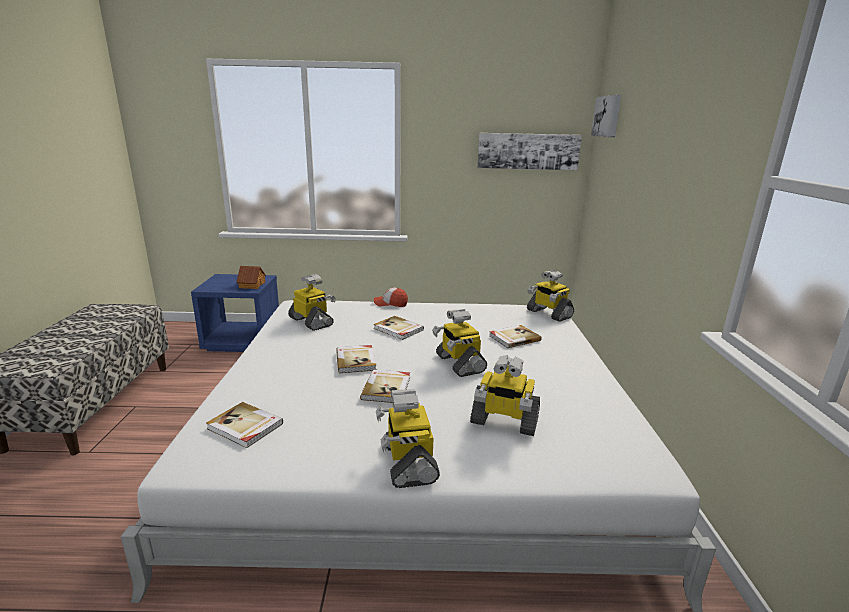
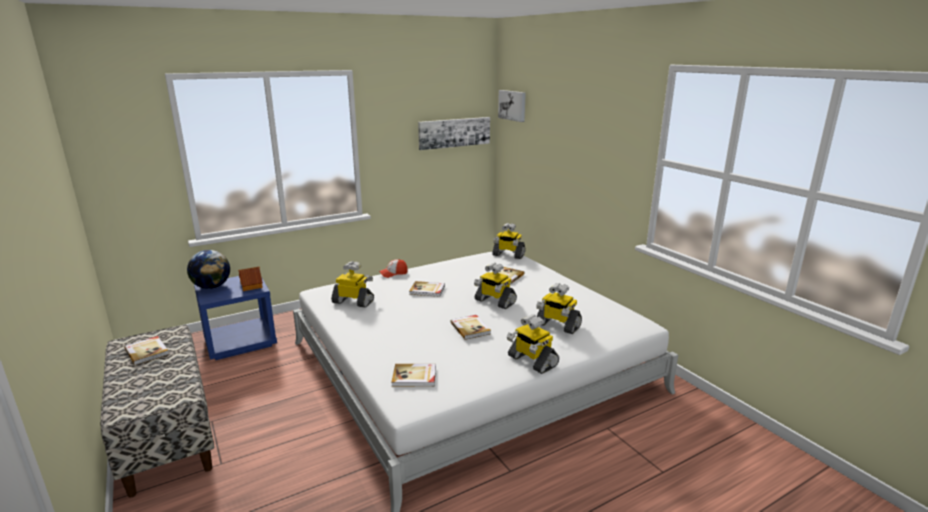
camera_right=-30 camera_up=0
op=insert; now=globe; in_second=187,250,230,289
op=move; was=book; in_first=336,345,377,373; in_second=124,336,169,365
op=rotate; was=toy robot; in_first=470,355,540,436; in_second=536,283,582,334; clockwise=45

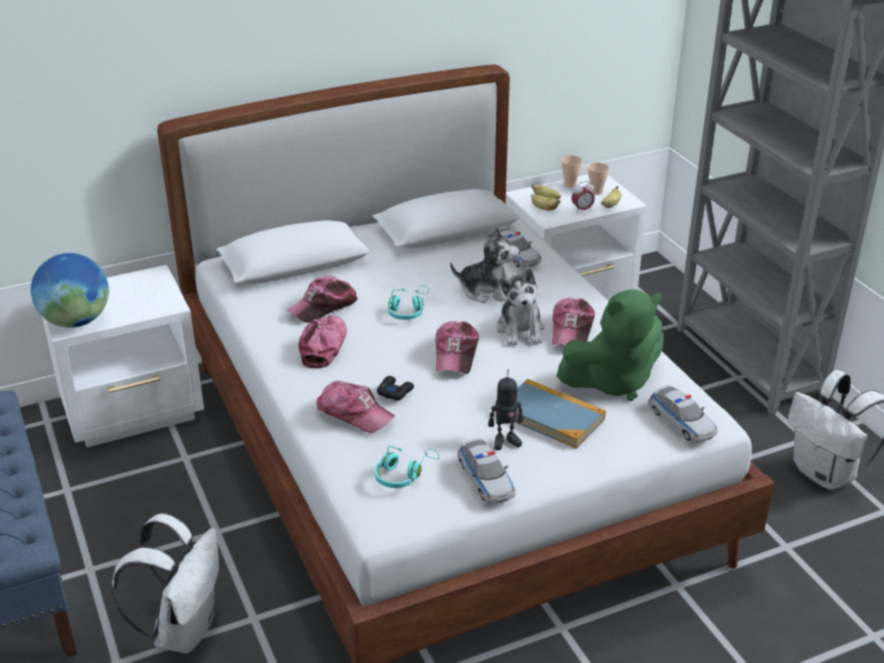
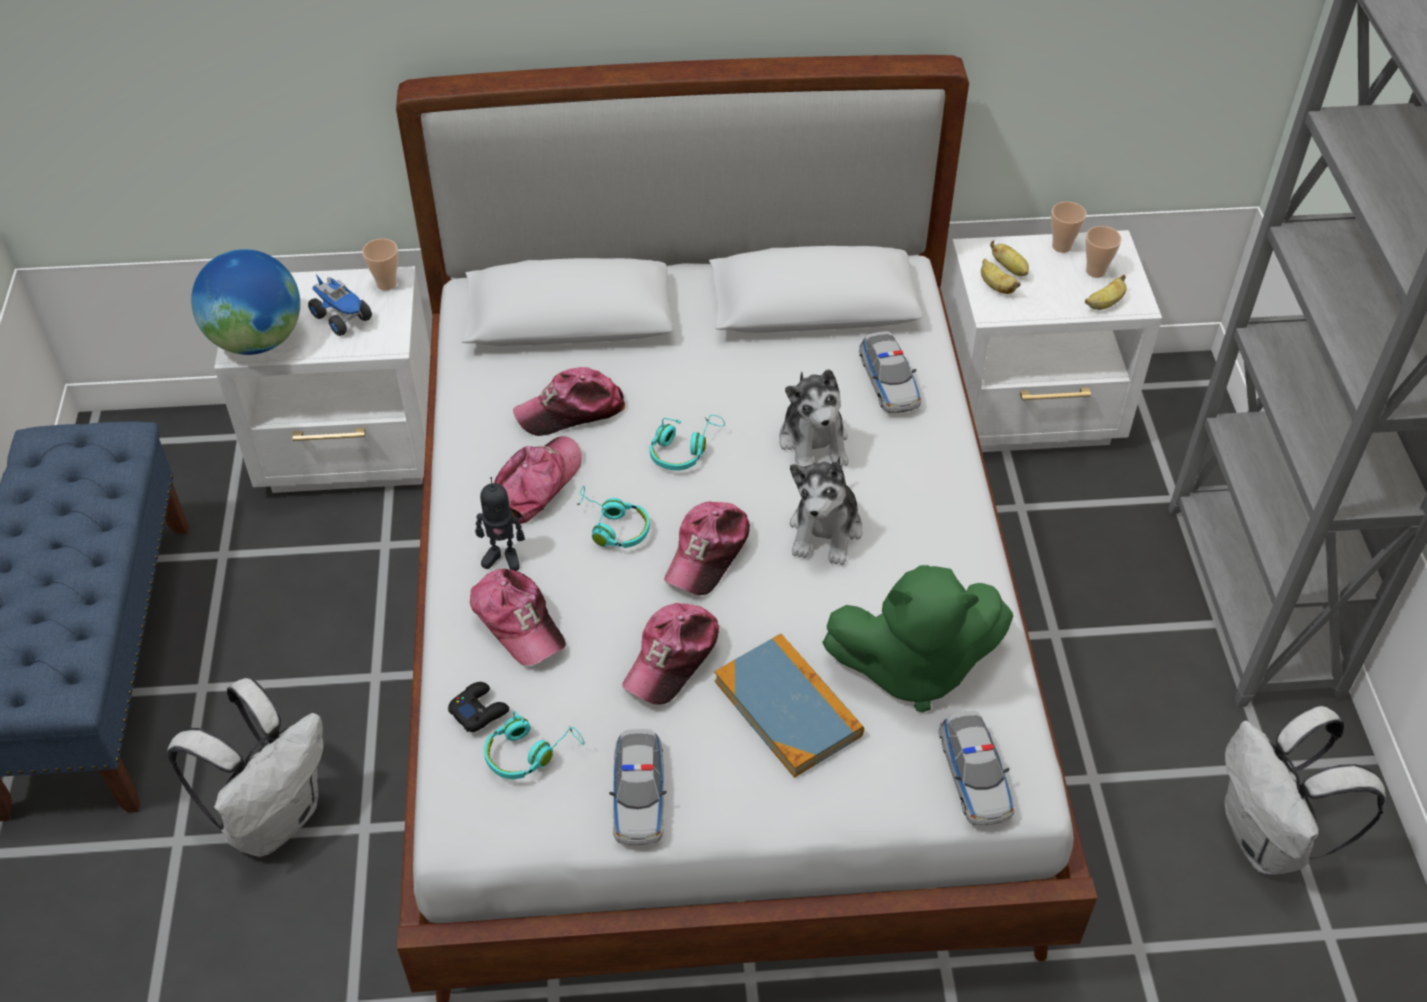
camera_right=20 camera_up=15
op=delete; was=alarm clock; in_first=571,181,595,213
op=insert; now=toy truck; in_second=308,274,372,336
op=insert; now=cup; in_second=362,239,398,291
op=insert; now=turquoise headphones; in_second=577,486,650,548
op=move; was=black game controller; in_first=377,376,414,400; in_second=448,682,509,732
op=move; was=toy robot; in_first=488,370,524,450; in_second=475,477,525,571
op=move; was=cap; in_first=552,298,595,345; in_second=622,603,719,705
op=rotate; was=plush toy; in_first=450,227,520,303; in_second=779,369,848,467; clockwise=45

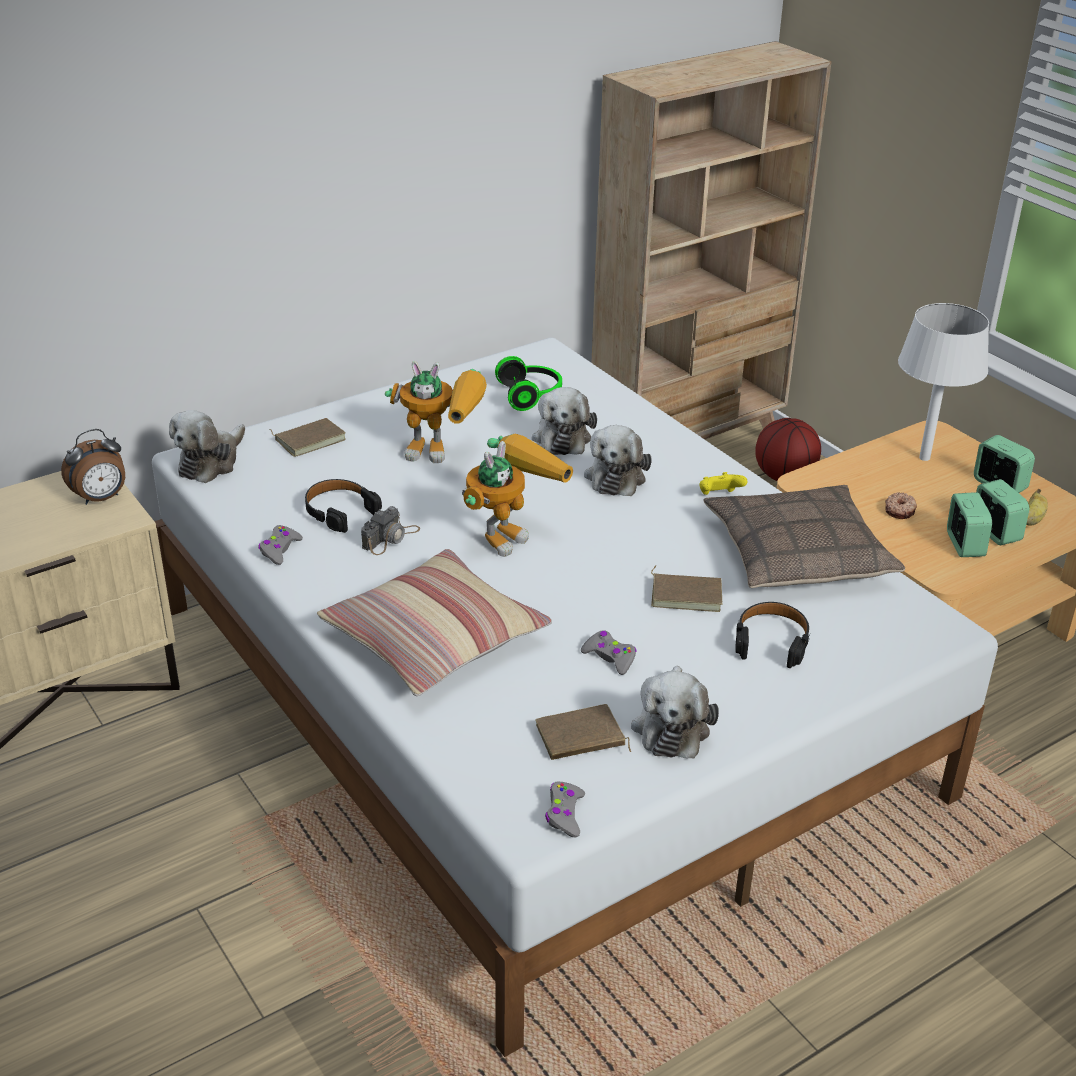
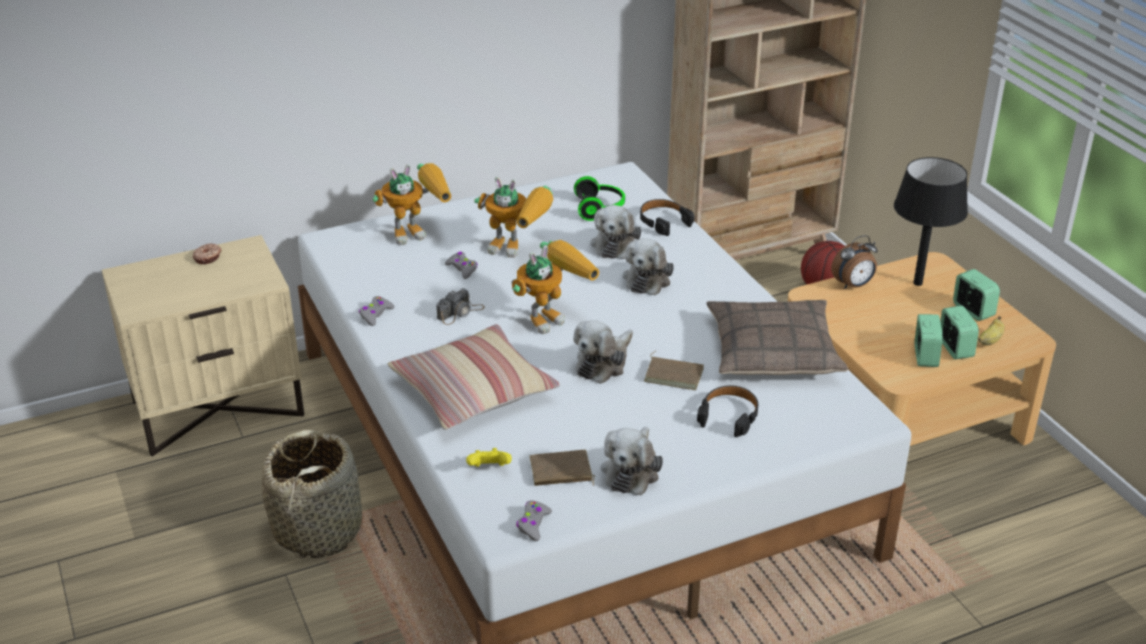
camera_right=10 camera_up=0
op=insert; now=basket; in_second=262,430,362,559
op=move; was=alarm clock; in_first=61,429,125,505; in_second=831,235,878,289
op=move; was=plush toy; in_first=169,410,245,483; in_second=573,320,633,384
op=move; was=black headphones; in_first=305,479,382,533; in_second=640,199,694,236
op=move; was=grey game controller; in_first=581,630,637,675; in_second=445,252,478,279
op=move; was=yellow game controller; in_first=699,472,747,495; in_second=466,448,512,467
op=move; was=donut; in_first=885,492,917,519; in_second=193,243,221,264
op=replace; was=brown book; now=toy robot; in_first=269,418,346,457; in_second=373,163,452,245
op=recolor; was=white table lamp; now=black table lamp; in_first=898,303,989,461; in_second=894,157,968,286

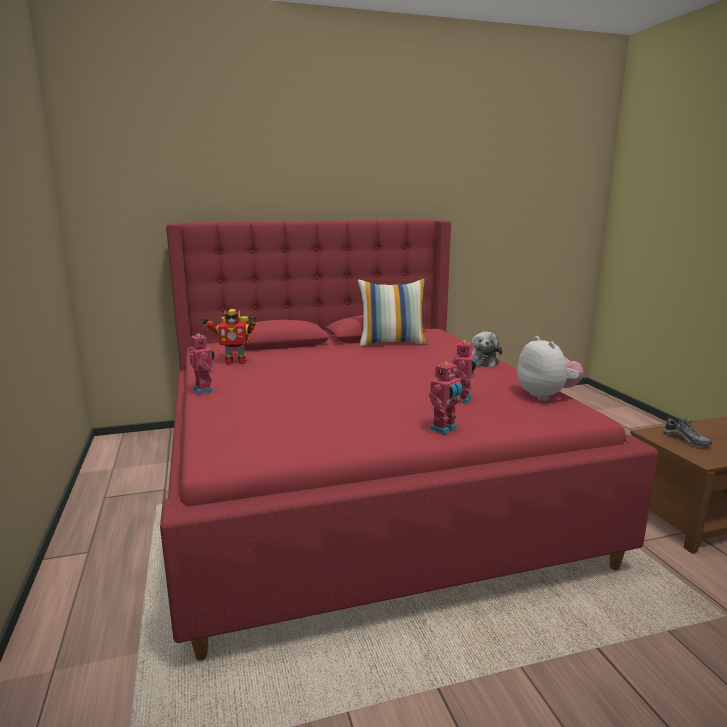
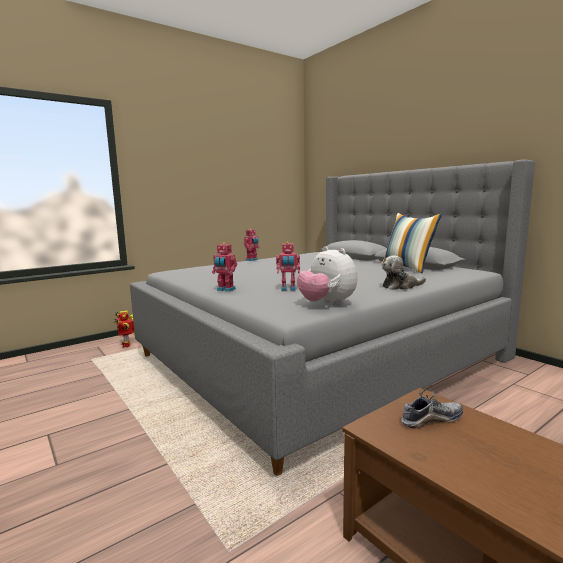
camera_right=70 camera_up=-5
op=move; was=toy robot; in_first=201,309,256,364; in_second=114,311,135,347
op=recolor; was=red bed; now=grey bed; in_first=160,220,658,660; in_second=130,160,535,476
op=rotate; was=plush toy; in_first=517,336,584,401; in_second=297,247,358,305; clockwise=90
op=rotate; was=shoe; in_first=664,417,712,447; in_second=401,389,463,428; clockwise=-150

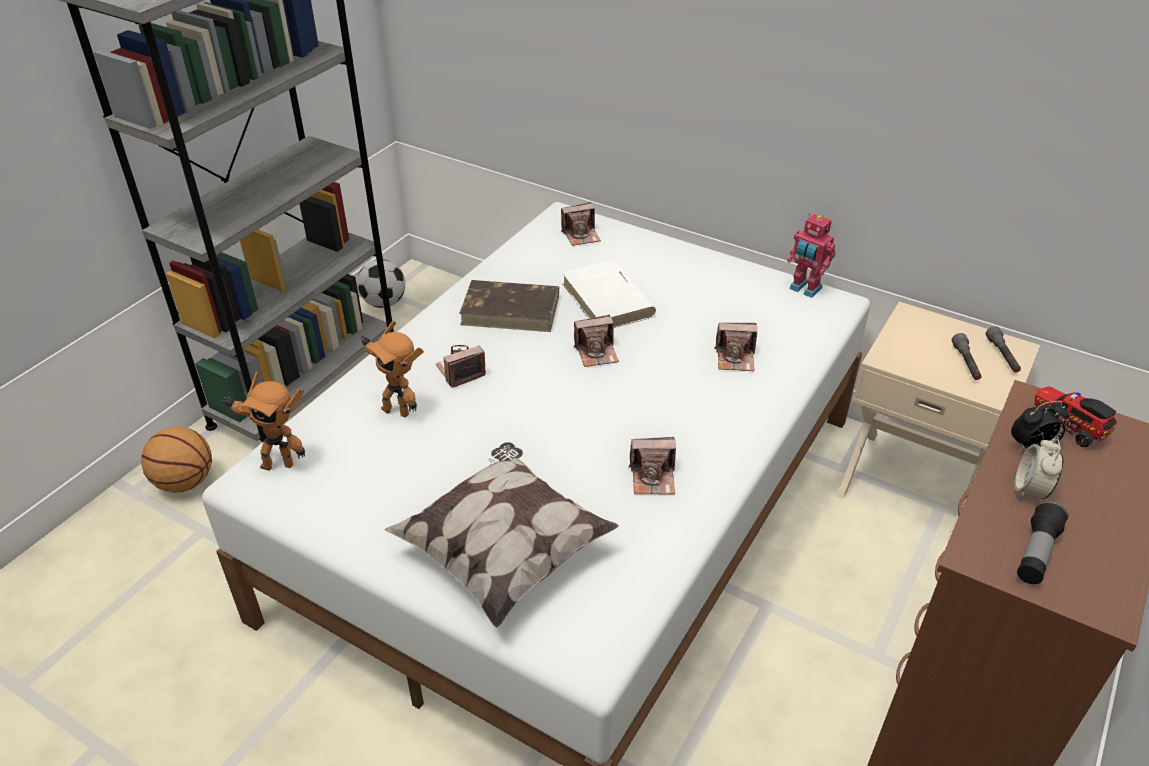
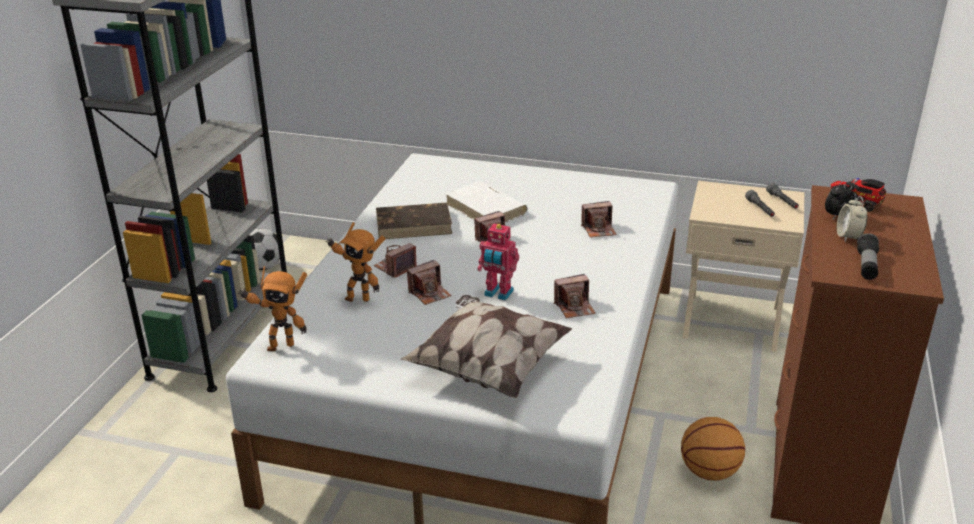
camera_right=-15 camera_up=-10
op=move; was=basketball; in_first=141,426,212,493; in_second=681,417,745,481
op=move; was=photo camera; in_first=561,202,601,246; in_second=407,260,452,305
op=move; was=toy robot; in_first=787,213,836,298; in_second=478,223,519,301

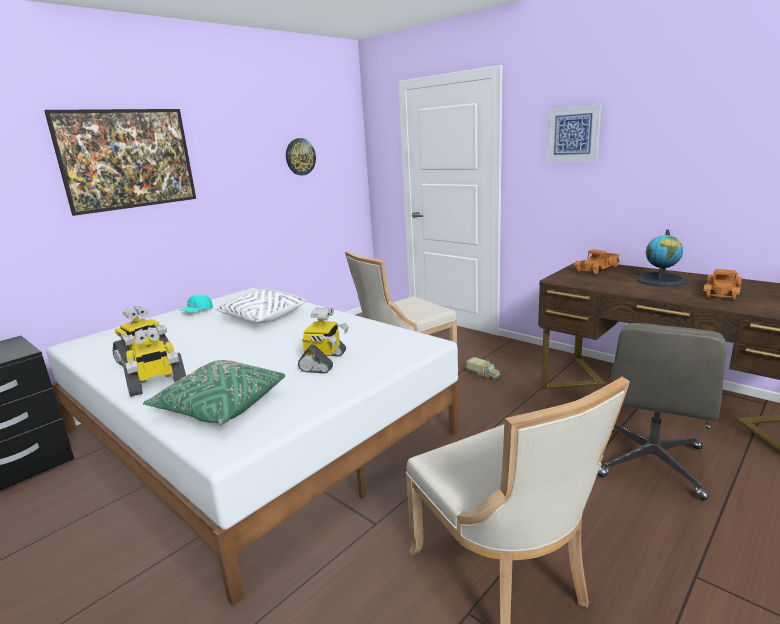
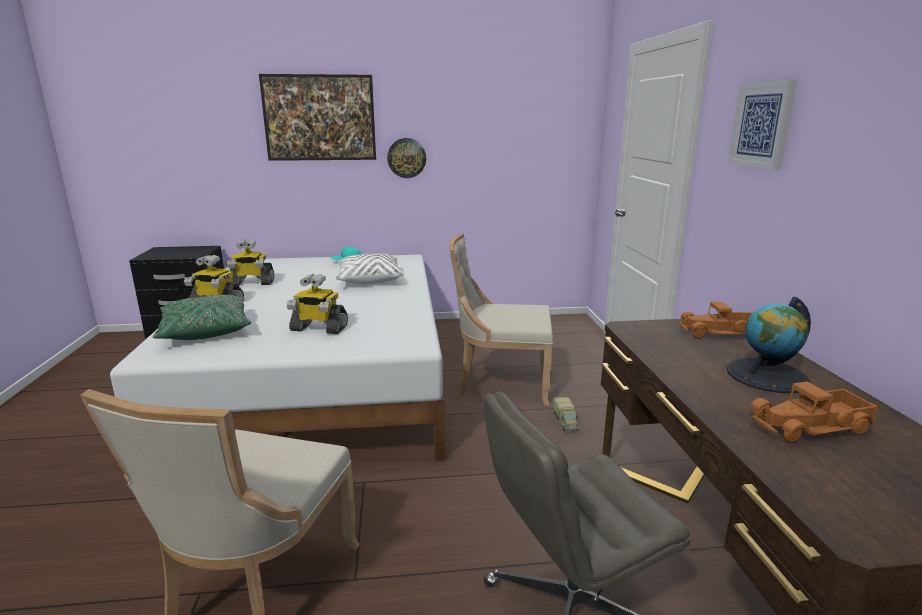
camera_right=40 camera_up=0
op=move; was=wall clock; in_first=286,138,316,175; in_second=387,138,426,178
op=rotate; was=toy robot; in_first=298,308,349,374; in_second=287,274,348,334; clockwise=45

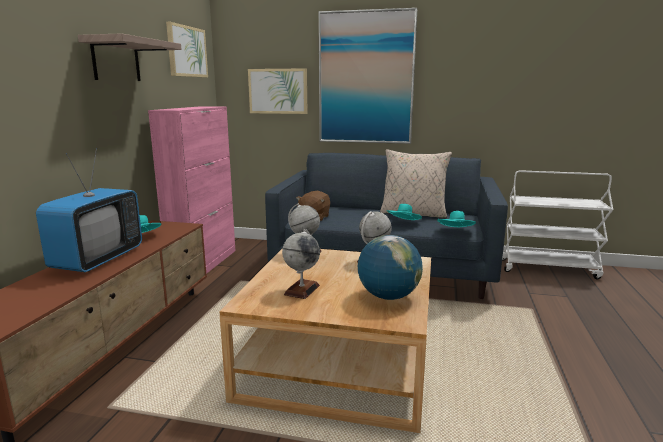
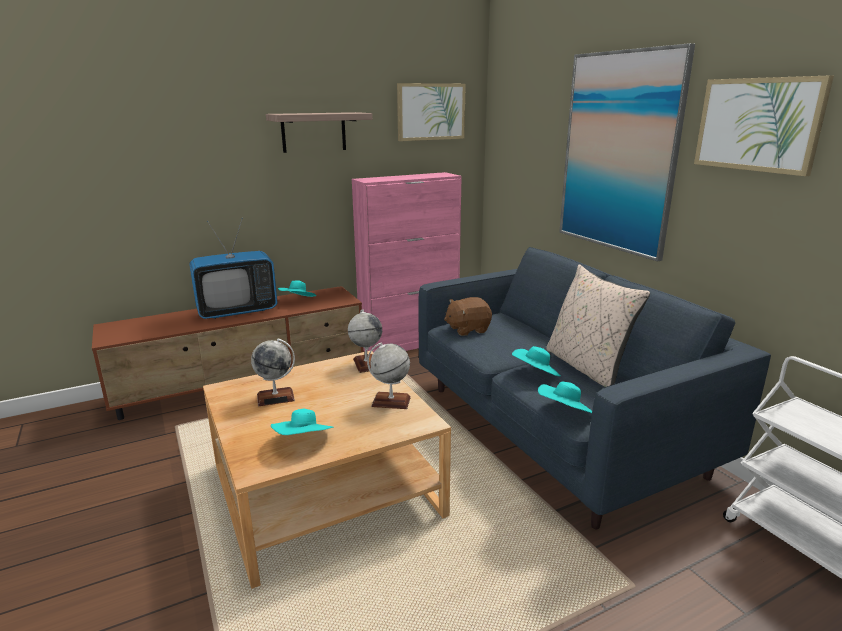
camera_right=50 camera_up=5
op=move; was=picture; in_first=248,68,308,114; in_second=694,76,834,176
op=replace; was=globe; now=turquoise hat; in_first=358,235,423,300; in_second=271,409,334,435

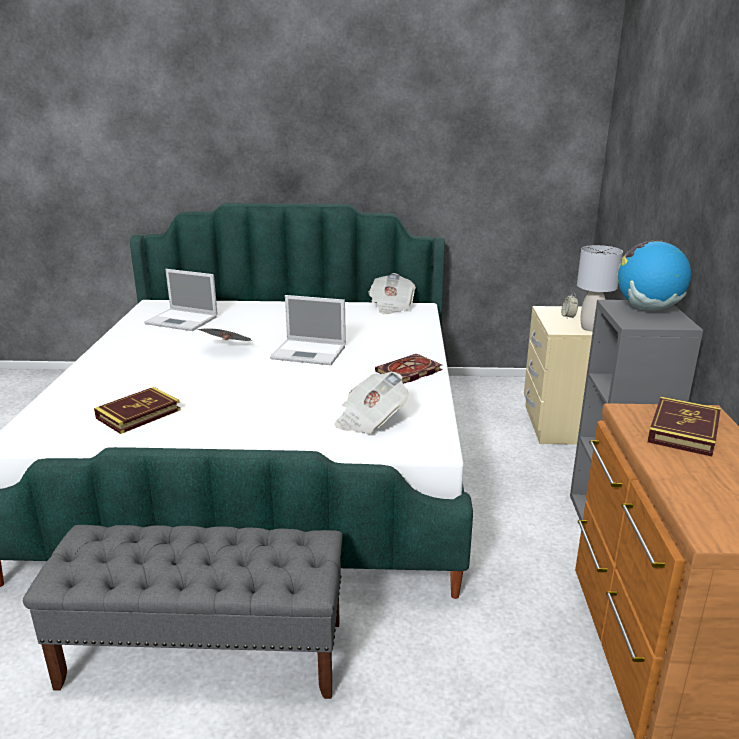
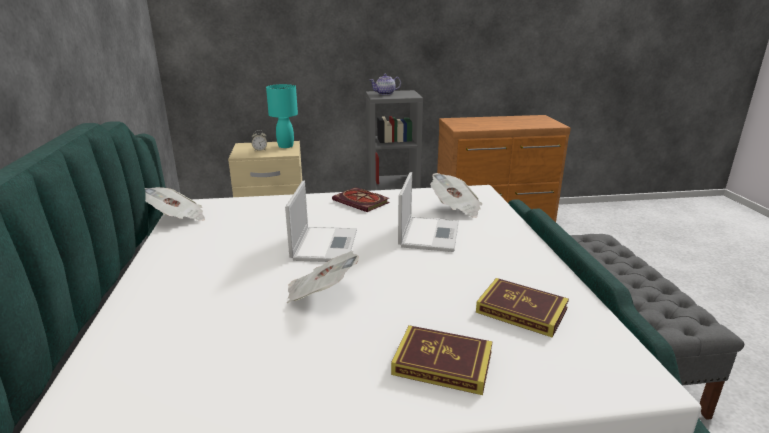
camera_right=-100 camera_up=0
op=move; was=laptop; in_first=144,269,218,331; in_second=398,172,459,252
op=move; was=book; in_first=647,397,721,457; in_second=391,325,493,395
op=replace; was=globe; now=teapot; in_first=617,240,691,311; in_second=370,74,401,95
op=recolor; was=grey table lamp; now=turquoise table lamp; in_first=577,245,623,331; in_second=266,84,298,148

